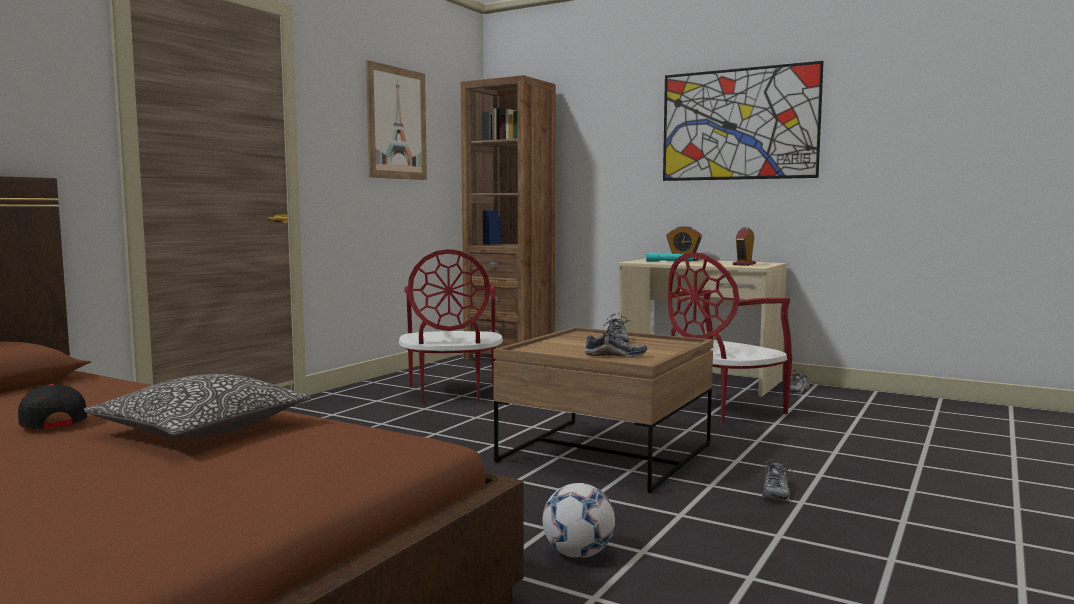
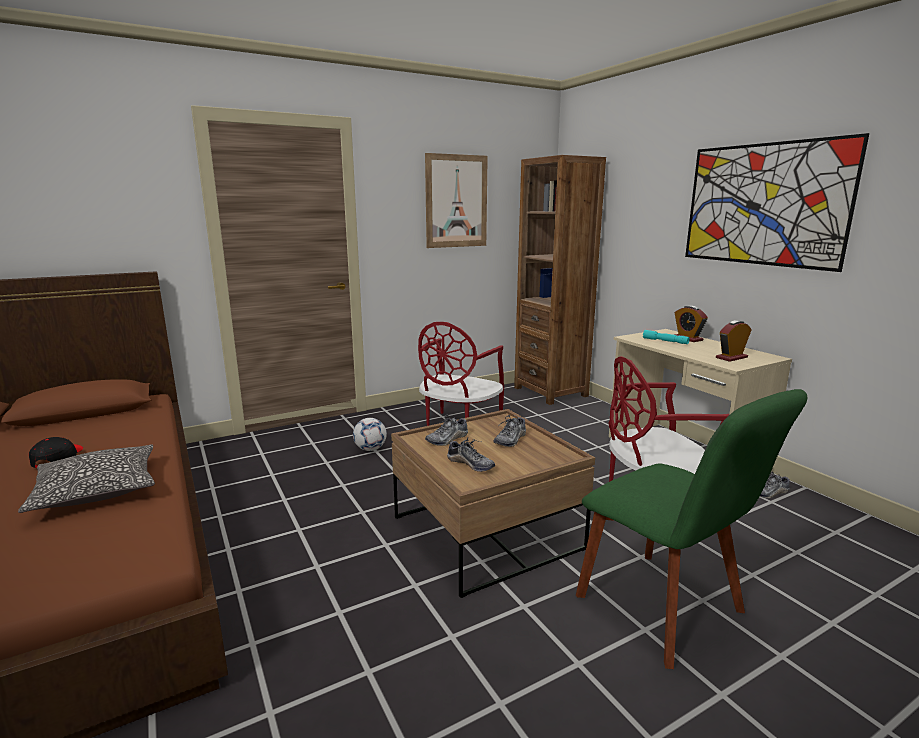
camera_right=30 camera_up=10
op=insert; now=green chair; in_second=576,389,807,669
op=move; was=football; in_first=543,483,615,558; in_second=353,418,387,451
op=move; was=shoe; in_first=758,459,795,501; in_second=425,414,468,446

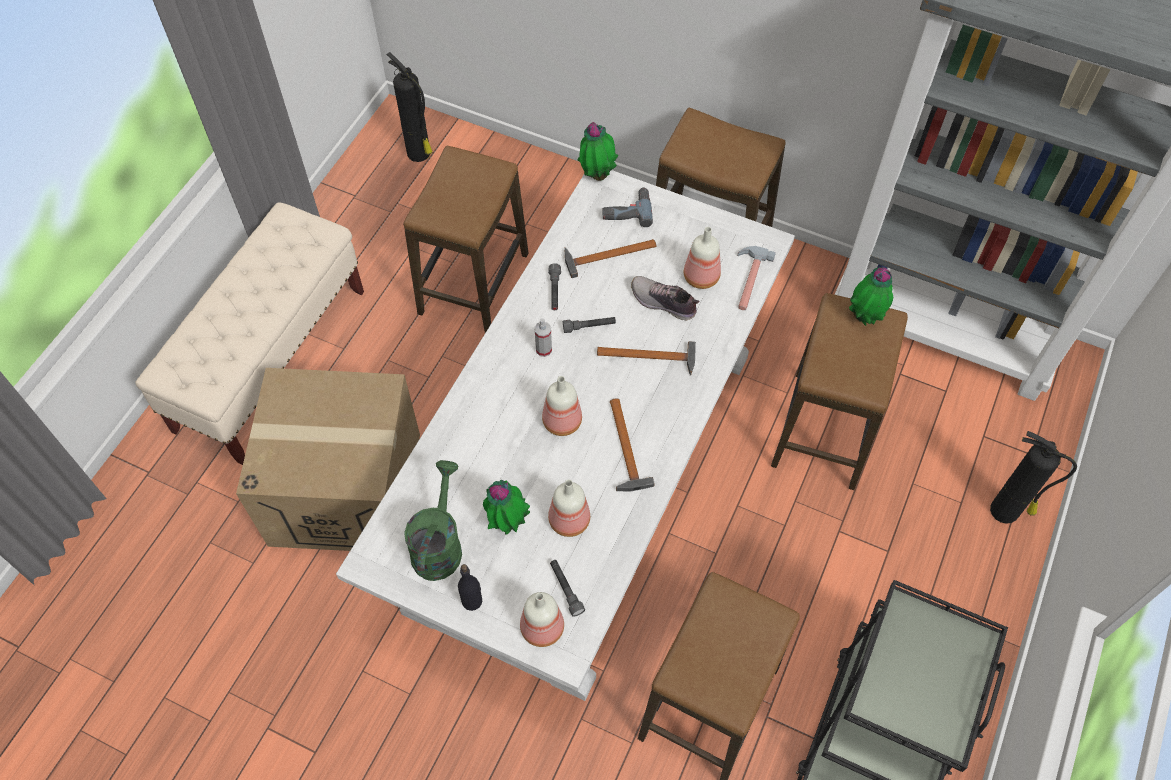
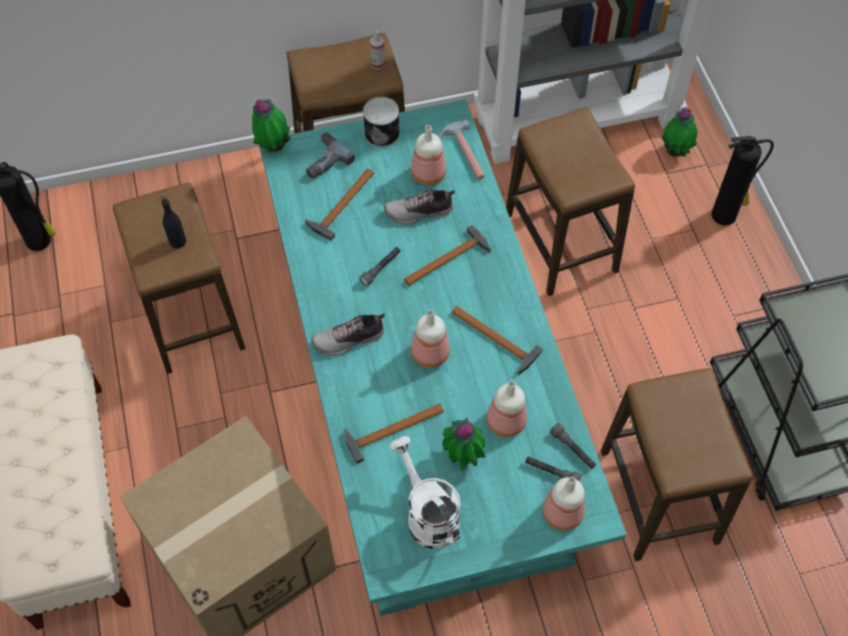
camera_right=-40 camera_up=0
op=insert; now=shoe; in_second=311,313,385,356
op=insert; now=hammer; in_second=344,404,444,463
op=insert; now=can; in_second=363,96,400,148
op=move; was=black bottle; in_first=458,564,482,611; in_second=161,196,186,249
op=move; was=spray bottle; in_first=534,318,552,357; in_second=370,31,385,69
op=move; was=grey flashlight; in_first=548,263,561,310; in_second=550,423,596,469
op=move; was=potted plant; in_first=849,267,893,326; in_second=661,109,698,157
op=recolor; was=white dining table; now=turquoise dining table; in_first=336,170,795,701; in_second=259,99,626,616
op=recolor; was=green watering can; now=white watering can; in_first=404,460,462,581; in_second=389,436,461,549

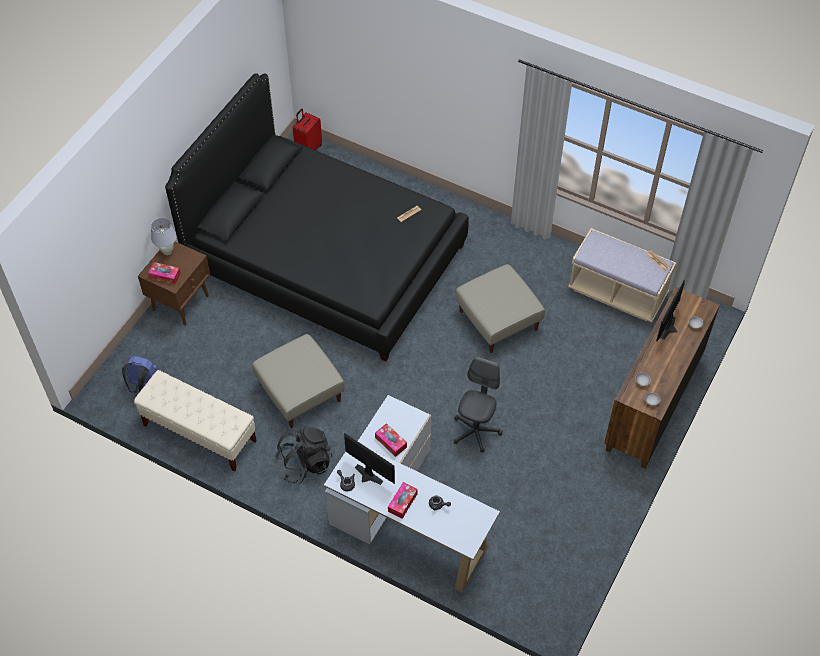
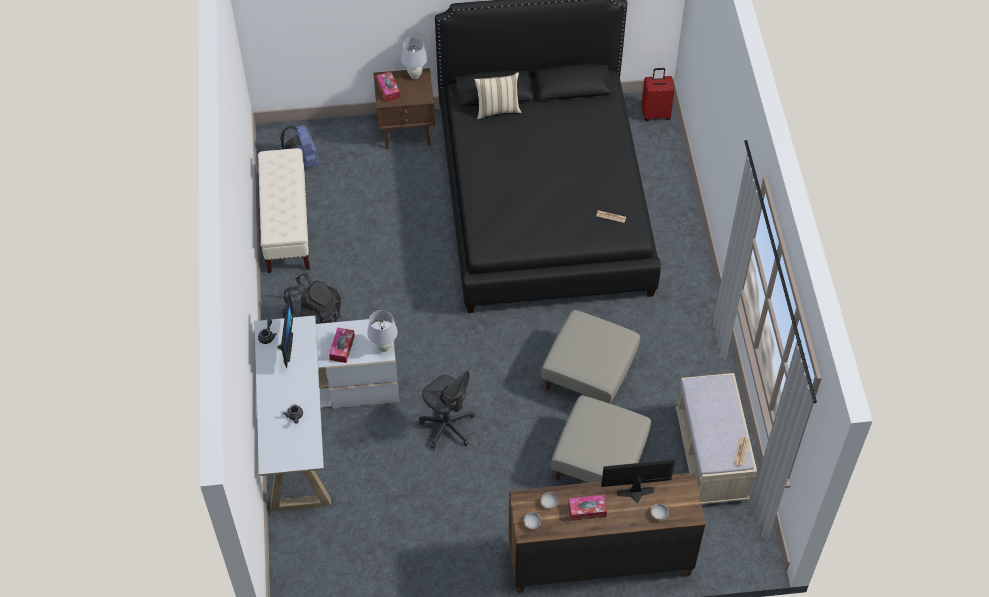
camera_right=55 camera_up=0
op=insert; now=white table lamp; in_second=367,310,398,352
op=insert; now=beige pillow; in_second=474,72,522,119
op=move; was=beige ottoman; in_first=252,334,345,428; in_second=551,395,651,483
op=move; was=tissue box; in_first=388,482,418,519; in_second=568,495,607,521
op=rotate; was=grey office chair; in_first=454,357,502,453; in_second=419,369,475,449; clockwise=60

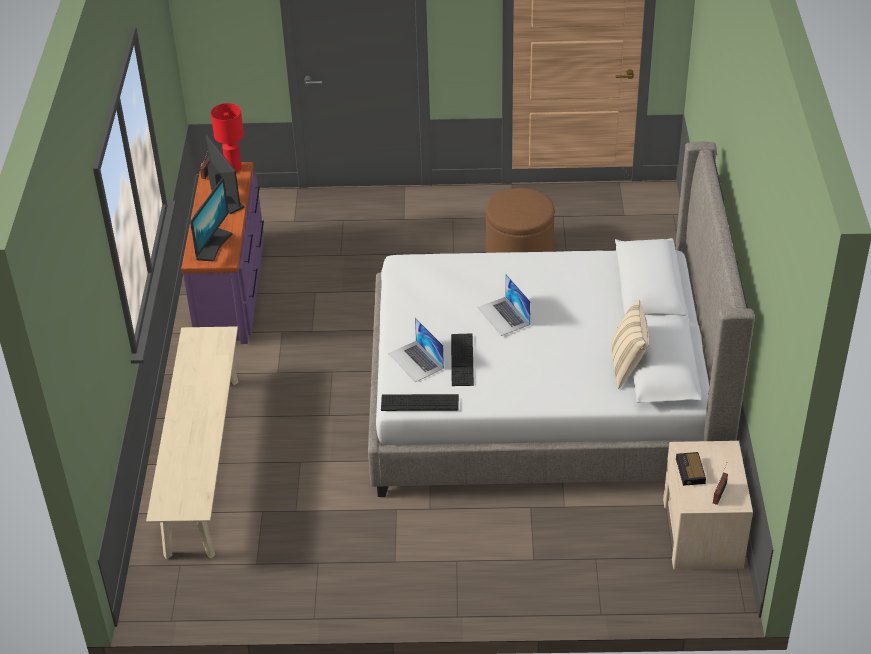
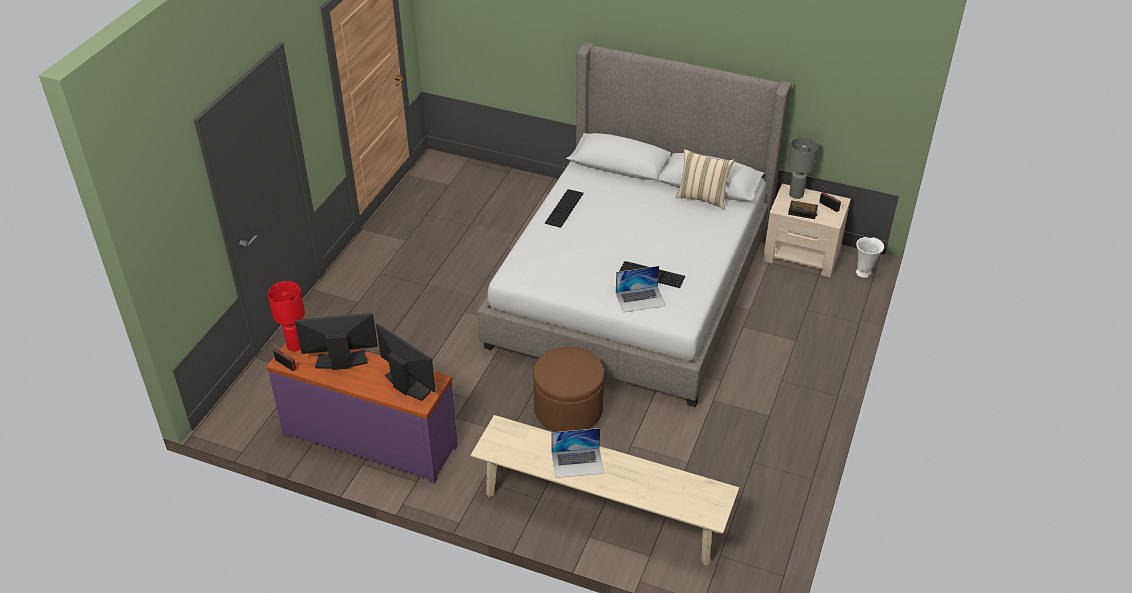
camera_right=-70 camera_up=0
op=insert; now=grey table lamp; in_second=788,137,818,199
op=insert; now=white vase; in_second=856,237,884,278
op=move; was=keyboard; in_first=381,394,459,411; in_second=545,189,584,228
op=move; was=laptop; in_first=477,274,531,336; in_second=551,428,604,478
op=move; was=brown ottoman; in_first=486,188,555,253; in_second=533,347,604,432

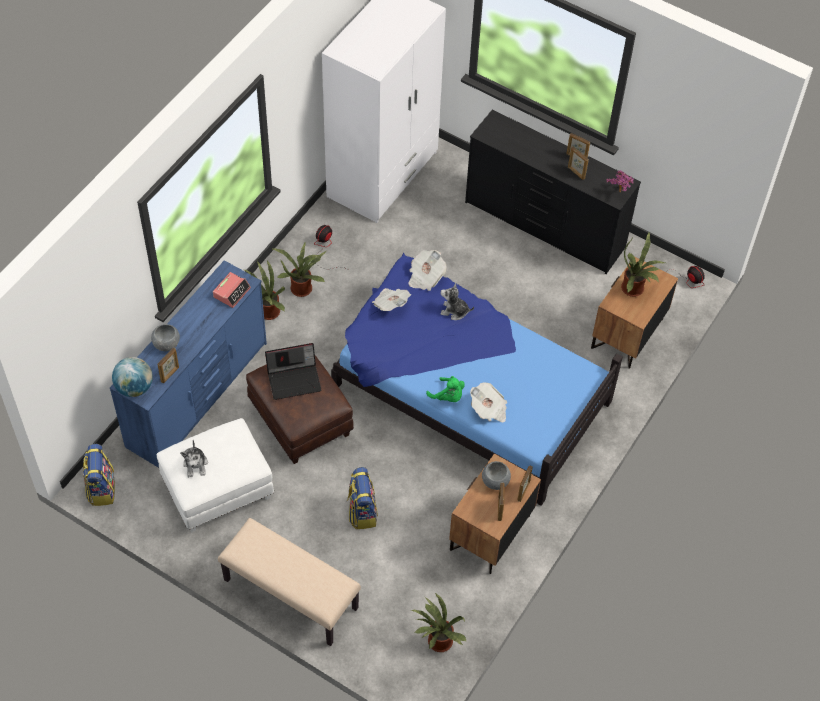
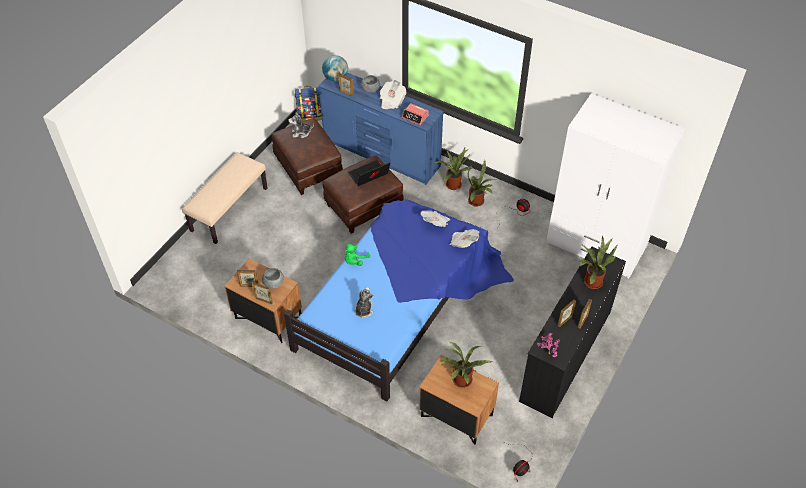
camera_right=90 camera_up=-5
op=delete; was=backpack; in_first=347,467,378,530
op=move; was=potted plant; in_first=411,593,467,652; in_second=579,236,618,289
op=move; was=plush toy; in_first=441,283,474,320; in_second=354,287,373,318
op=move; was=newspaper; in_first=470,383,507,422; in_second=380,80,406,109
op=recolor; was=white ottoman; now=brown ottoman; in_first=157,418,274,532; in_second=271,118,343,195
op=rotate; was=laptop; in_first=265,343,321,400; in_second=348,160,390,186; clockwise=75

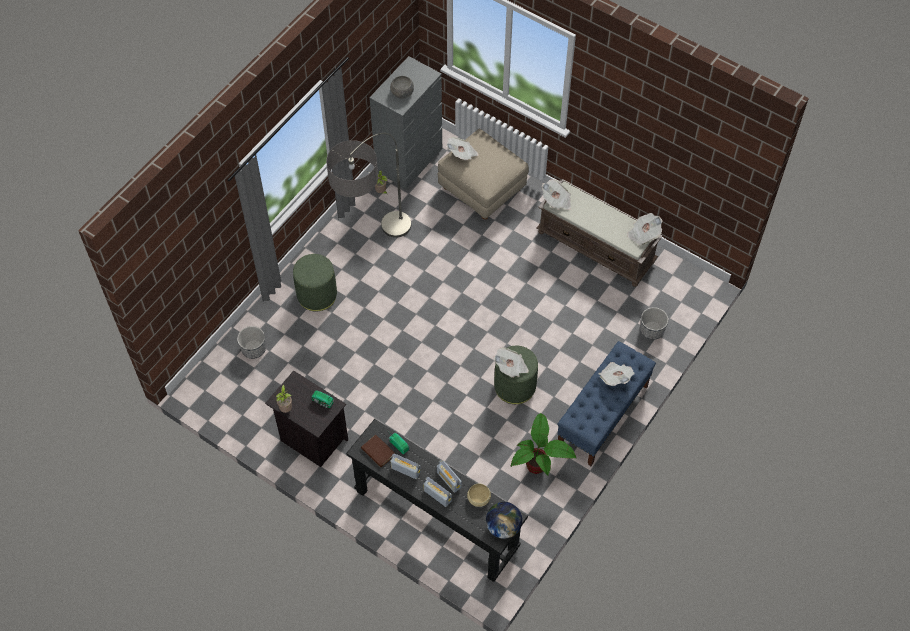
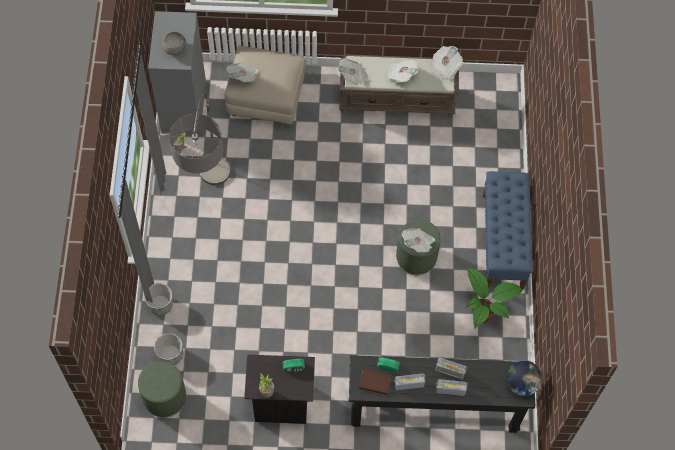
camera_right=-35 camera_up=5
op=delete; was=beige bowl; in_first=467,484,491,507
op=move; was=green ottoman; in_first=293,254,337,312; in_second=138,361,186,418
op=move; was=newspaper; in_first=599,362,635,386; in_second=387,59,418,82
op=move; was=planter; in_first=640,307,668,340; in_second=144,283,173,315

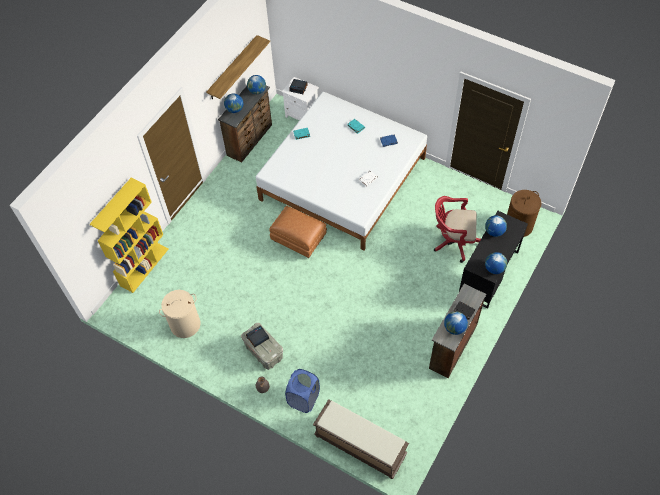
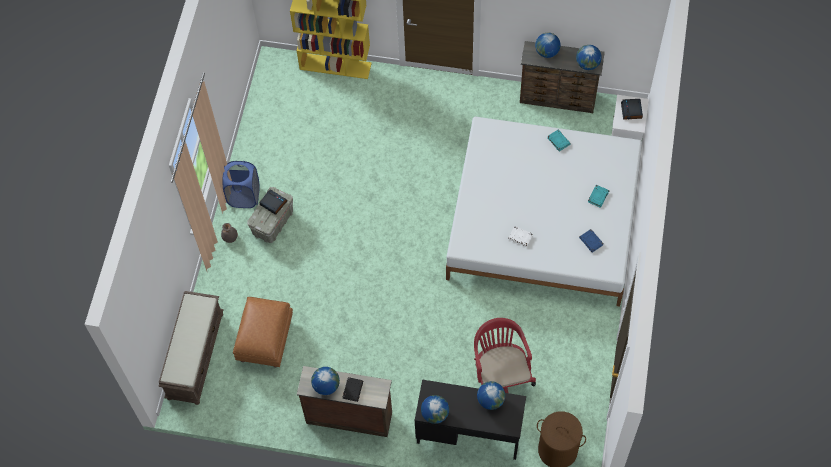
camera_right=70 camera_up=5
op=delete; was=beige laundry basket; in_first=159,290,200,338
op=delete; was=shelf; in_first=206,35,270,99
op=move; was=brown ottoman; in_first=270,206,327,258; in_second=233,297,293,367
op=move; was=blue laundry basket; in_first=285,369,320,413; in_second=222,161,260,208

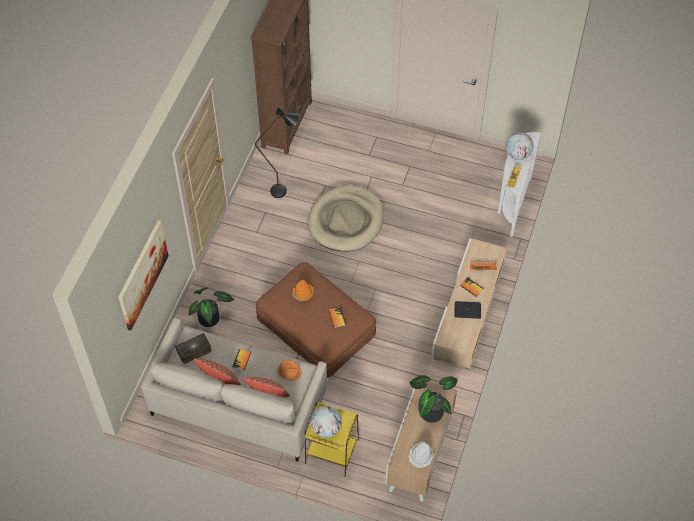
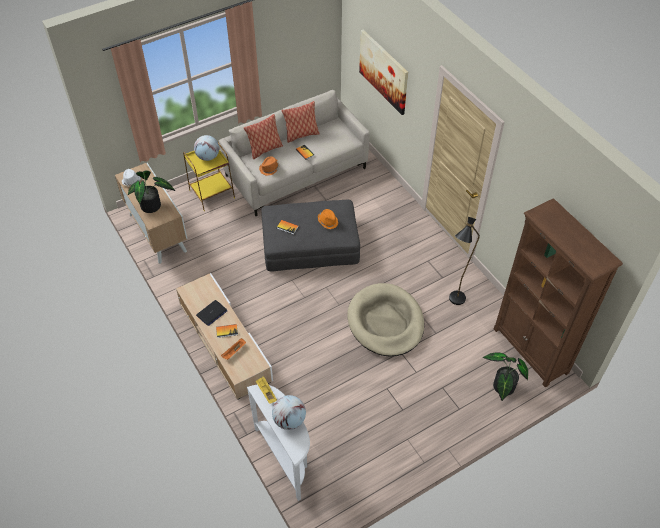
camera_right=130 camera_up=-5
op=delete; was=book; in_first=175,333,212,364
op=move; was=potted plant; in_first=188,287,234,327; in_second=483,353,528,401
op=recolor; was=brown ottoman; now=grey ottoman; in_first=256,262,376,378; in_second=261,200,360,272

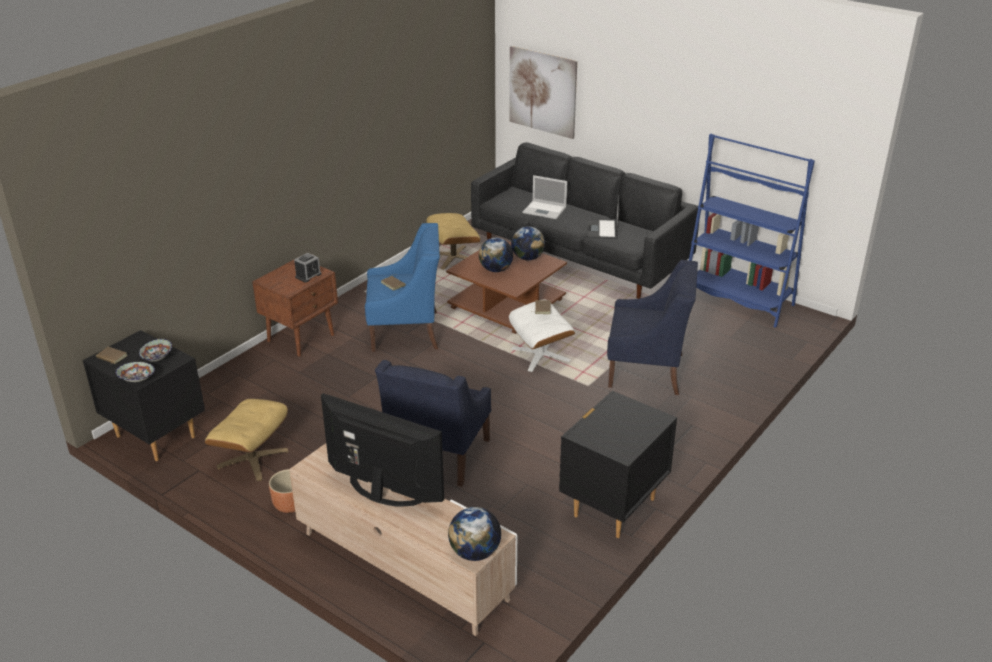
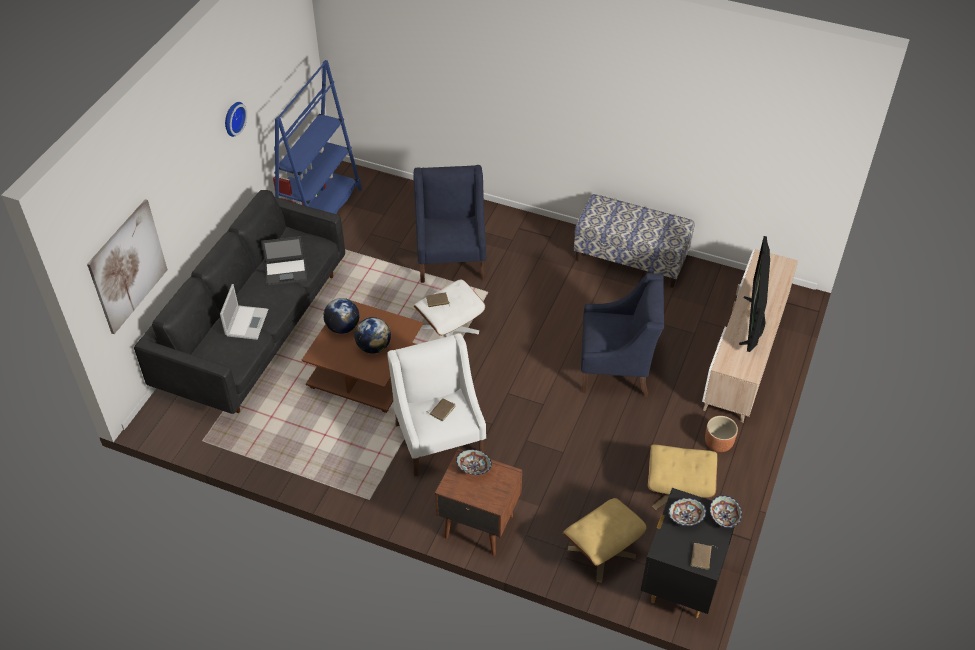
camera_right=-105 camera_up=15
op=delete; was=globe; in_first=448,507,501,561
op=insert; now=wall clock; in_second=225,102,247,137
op=move; was=beige ottoman; in_first=426,213,480,270; in_second=563,498,647,583
op=replace; was=alarm clock; now=bowl; in_first=294,253,321,283; in_second=456,450,492,475
op=replace; was=black nightstand; now=bench; in_first=559,391,677,538; in_second=574,194,694,288
op=recolor; was=blue armchair; now=white armchair; in_first=365,223,440,352; in_second=387,333,486,477

